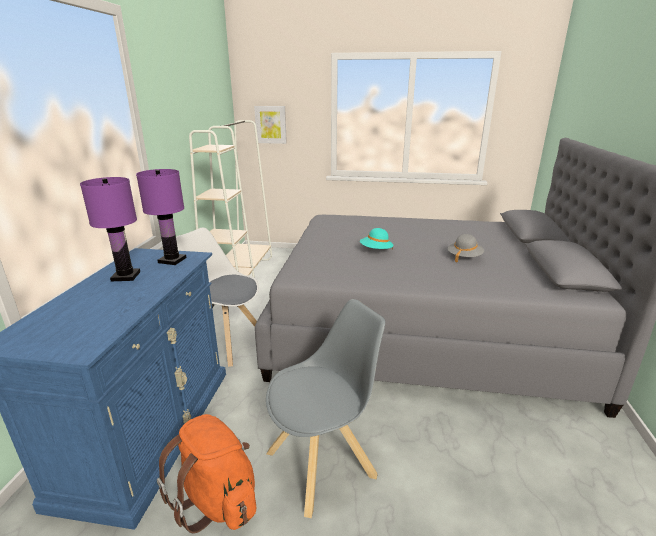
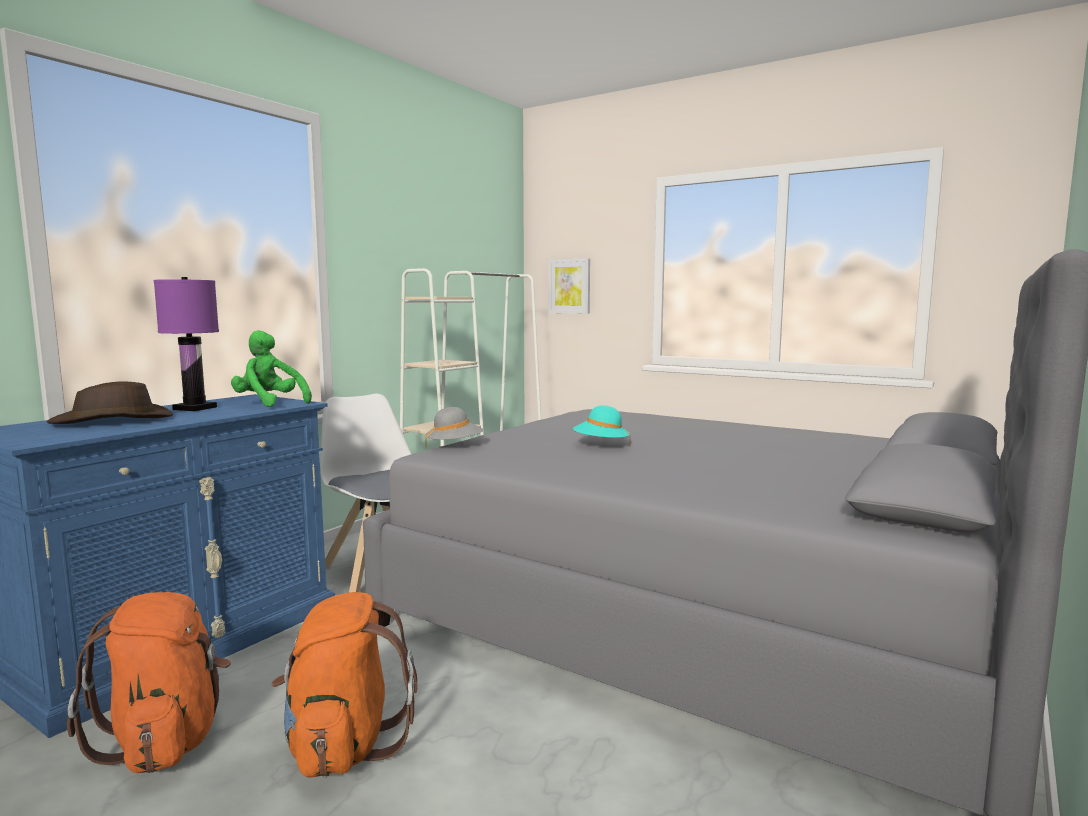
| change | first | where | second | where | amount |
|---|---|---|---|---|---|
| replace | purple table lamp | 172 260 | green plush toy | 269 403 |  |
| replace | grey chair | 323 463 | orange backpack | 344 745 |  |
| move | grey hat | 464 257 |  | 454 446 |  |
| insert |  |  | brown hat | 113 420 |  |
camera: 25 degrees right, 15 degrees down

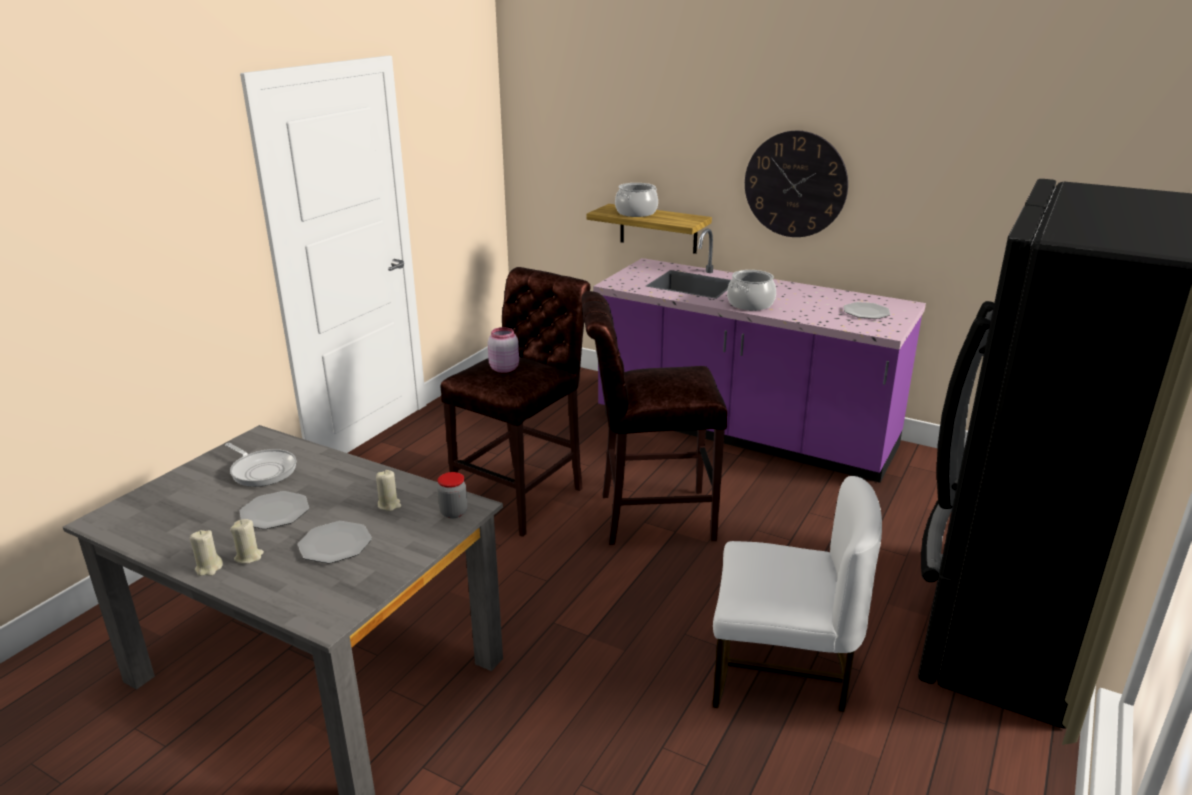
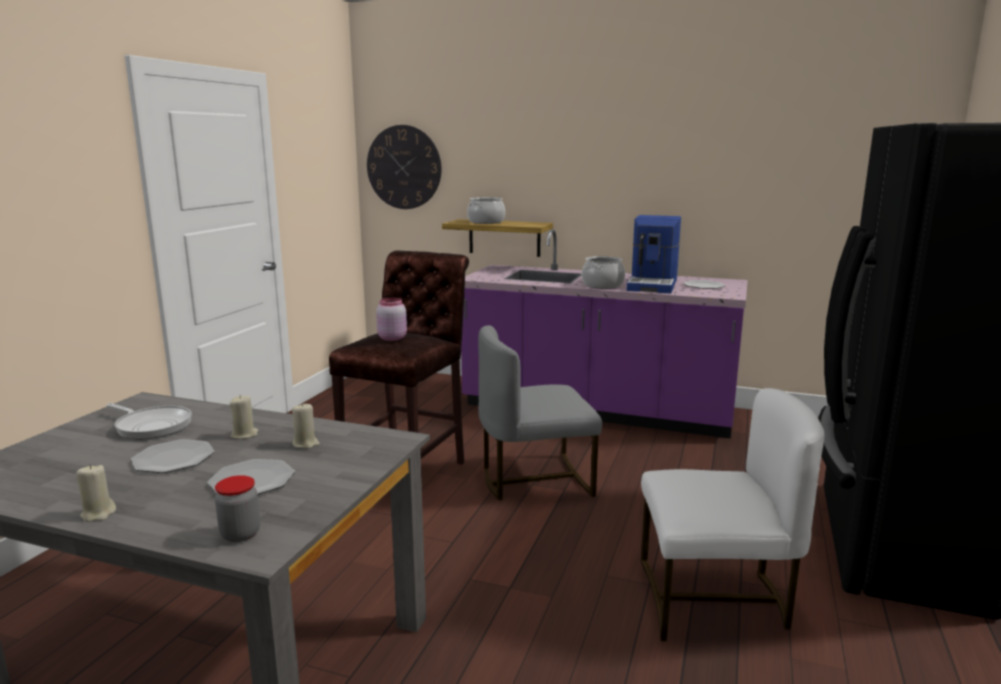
| change | first | where | second | where | amount |
|---|---|---|---|---|---|
| move | beige candle | 249 557 |  | 244 434 |  |
| move | jar | 453 512 |  | 240 534 |  |
| replace | brown stool | 648 516 | grey chair | 535 479 |  |
| move | wall clock | 795 184 |  | 404 167 |  |
| insert |  |  | coffee machine | 653 284 |  |
camera: 10 degrees left, 10 degrees down

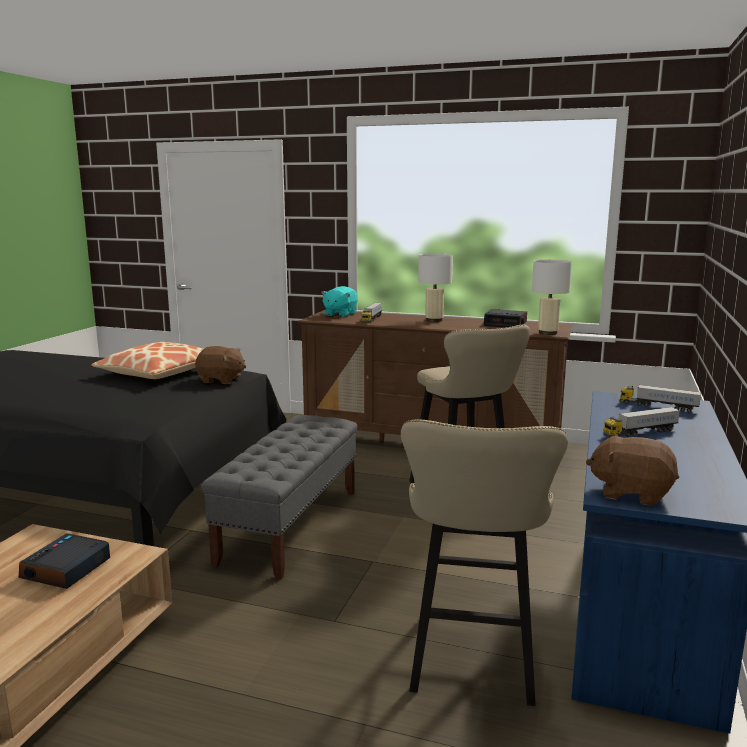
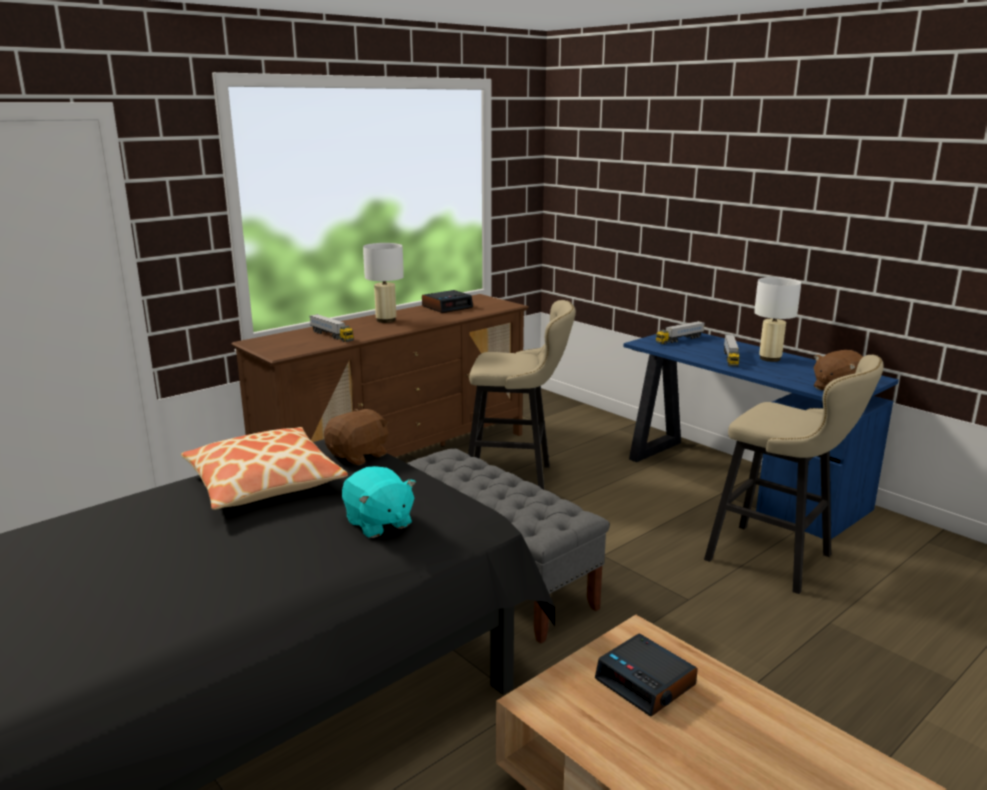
| change | first | where | second | where | amount |
|---|---|---|---|---|---|
| move | turquoise plush toy | 340 314 |  | 378 523 |  |
| move | white table lamp | 548 333 |  | 770 359 |  |
camera: 60 degrees left, 5 degrees up

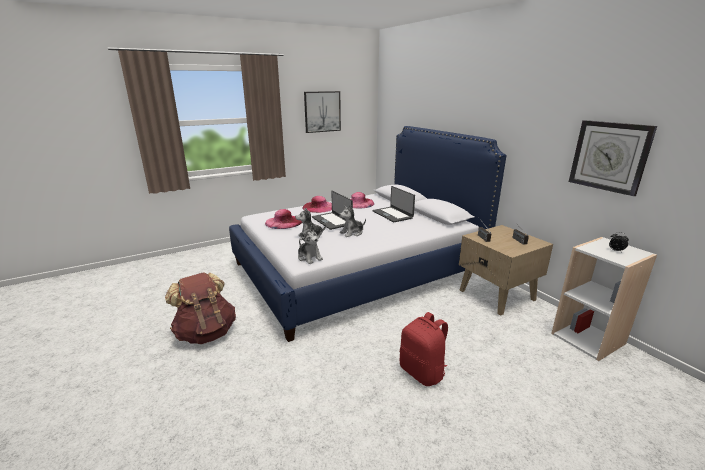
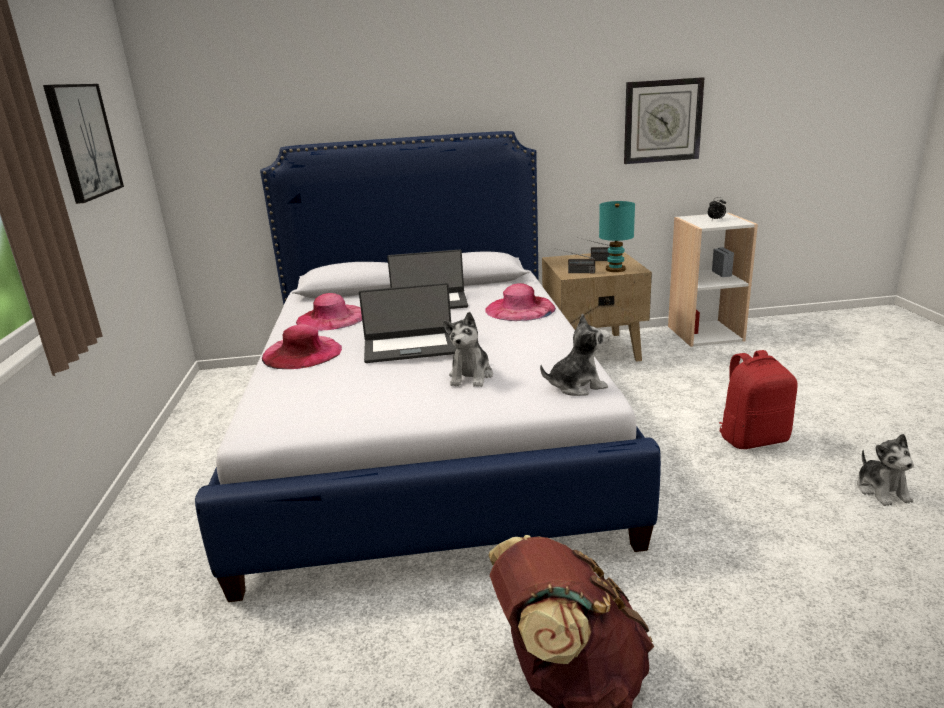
| change | first | where | second | where | amount |
|---|---|---|---|---|---|
| move | pink hat | 283 222 |  | 520 309 |  |
| move | plush toy | 352 233 |  | 881 491 |  |
| insert |  |  | turquoise table lamp | 615 269 |  |
camera: 65 degrees left, 0 degrees up

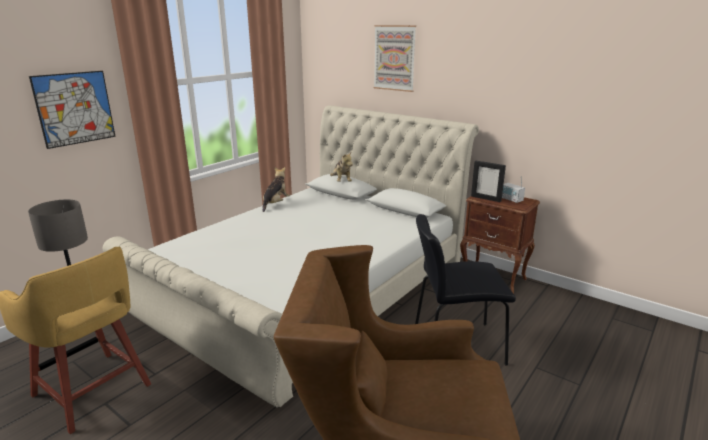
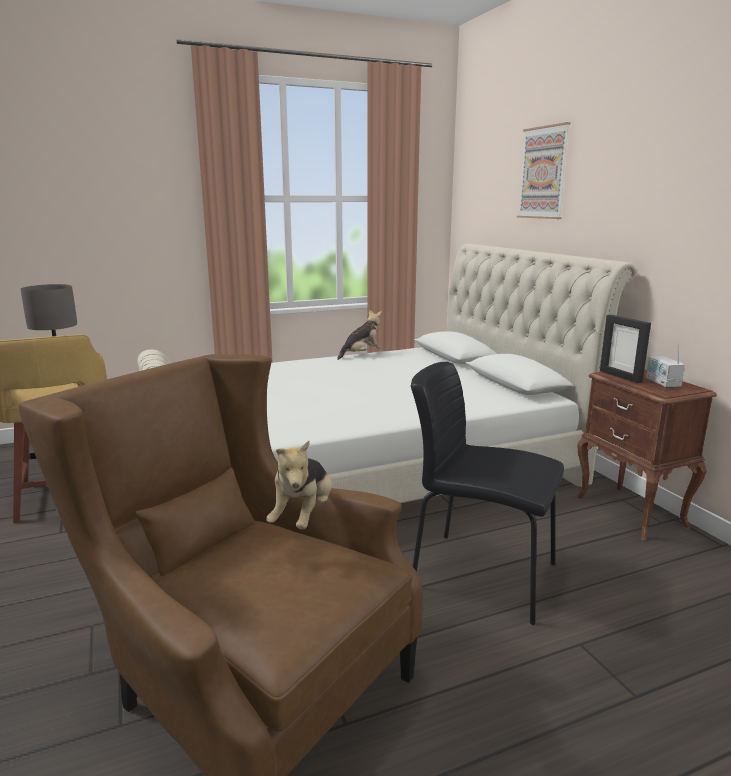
| change | first | where | second | where | amount |
|---|---|---|---|---|---|
| delete | picture | 75 108 |  |  |  |
| move | plush toy | 341 181 |  | 303 516 |  |
camera: 30 degrees right, 5 degrees down

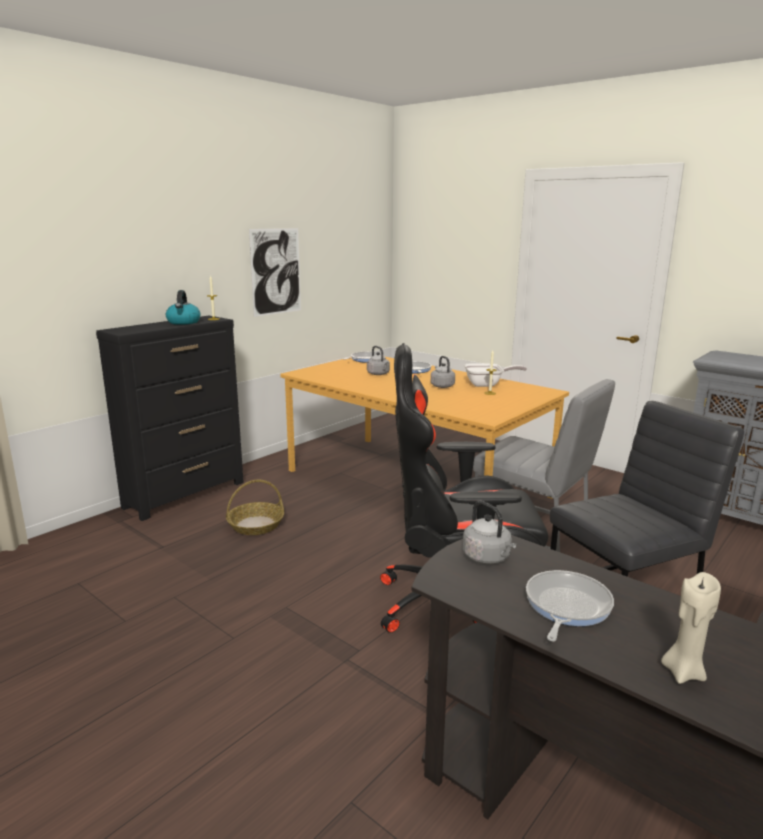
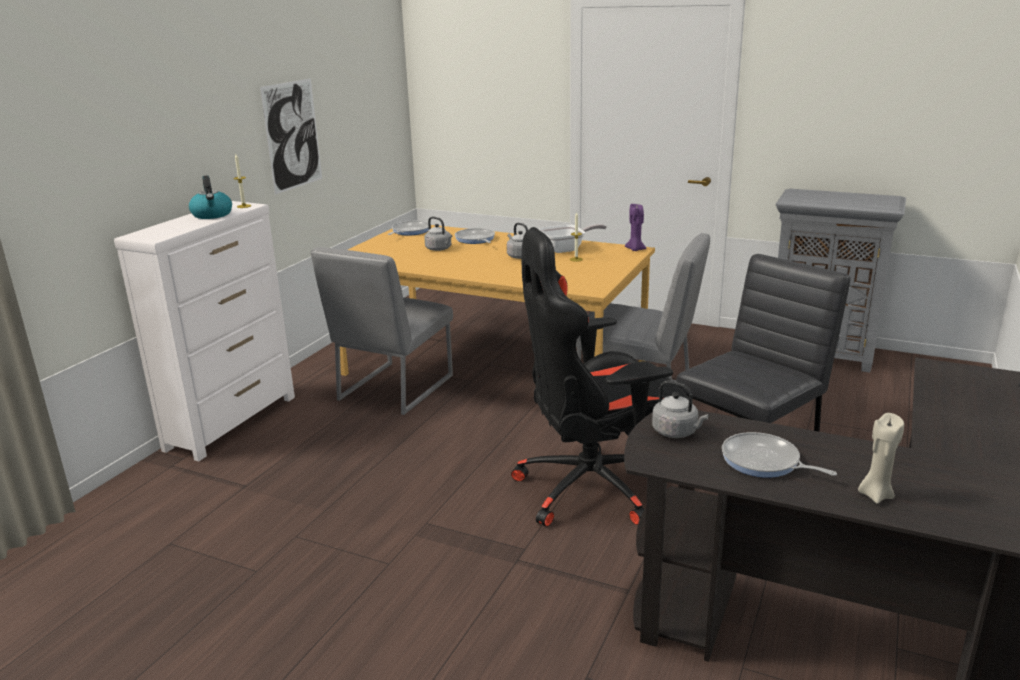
| change | first | where | second | where | amount |
|---|---|---|---|---|---|
| recolor | black dresser | 186 495 | white dresser | 233 422 |  |
| delete | basket | 255 525 |  |  |  |
| rotate | frying pan | 566 606 |  | 764 462 | 60 degrees counterclockwise |
| insert |  |  | grey chair | 393 388 |  |
| insert |  |  | purple candle | 635 249 |  |
camera: 15 degrees left, 5 degrees up

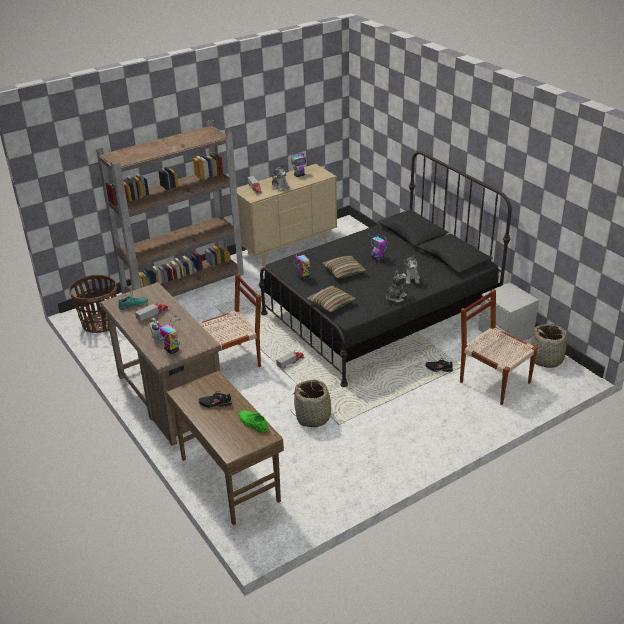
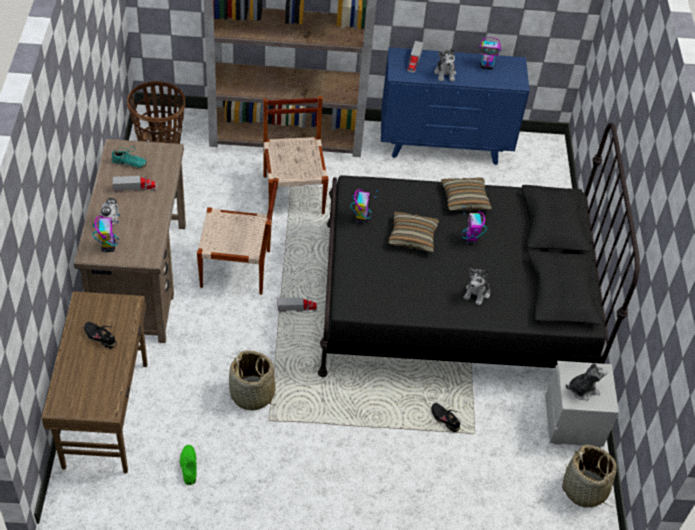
| change | first | where | second | where | amount |
|---|---|---|---|---|---|
| recolor | beige dresser | 287 248 | blue dresser | 444 145 |  |
| move | green shoe | 252 423 |  | 188 466 |  |
| move | pillow | 331 304 |  | 465 199 |  |
| move | plush toy | 395 297 |  | 582 389 |  |
| move | chair | 493 381 |  | 293 193 |  |
camera: 30 degrees right, 15 degrees up

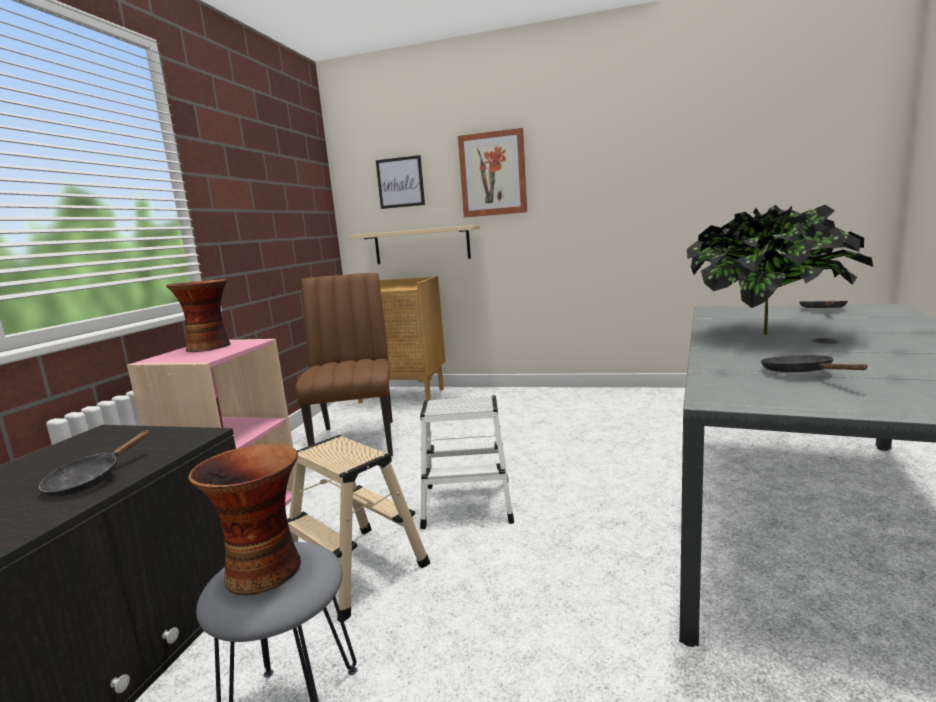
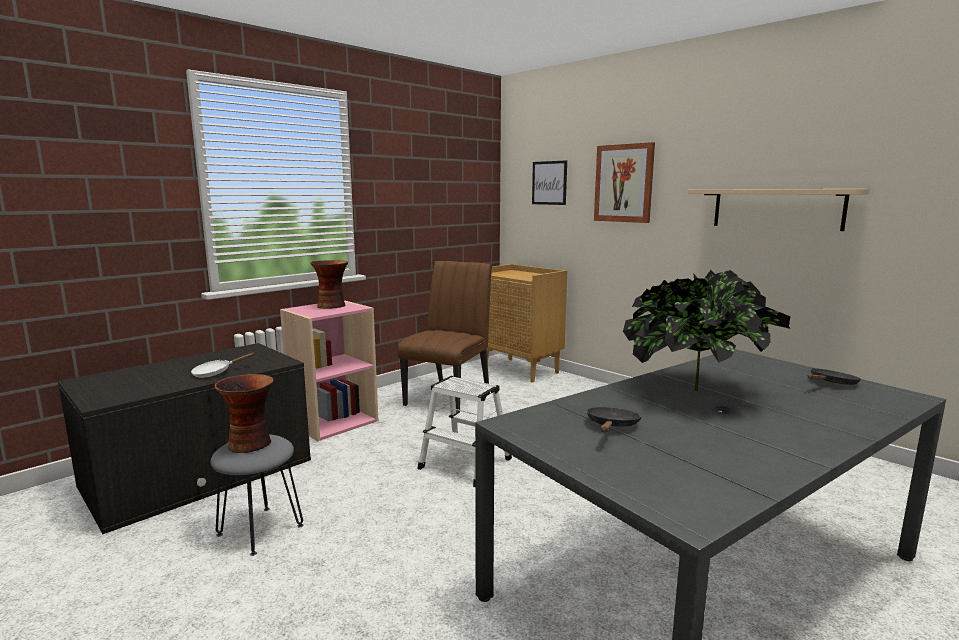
| change | first | where | second | where | amount |
|---|---|---|---|---|---|
| recolor | black frying pan | 90 480 | white frying pan | 216 373 |  |
| delete | beige step ladder | 356 569 |  |  |  |
| move | beige shelf | 421 245 |  | 776 208 |  |
camera: 30 degrees right, 0 degrees up

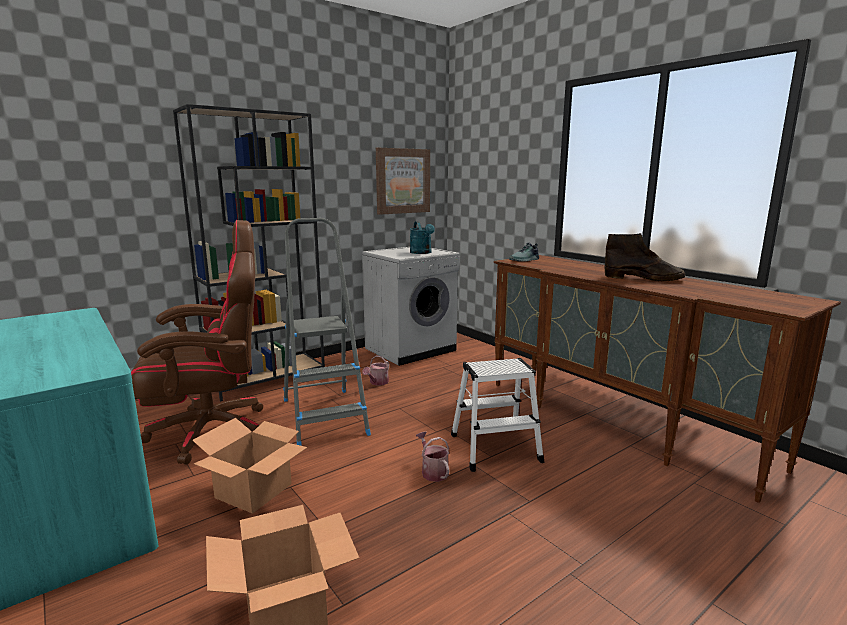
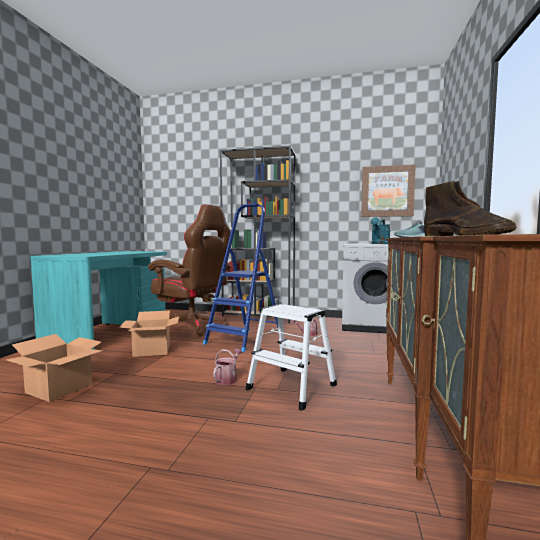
| change | first | where | second | where | amount |
|---|---|---|---|---|---|
| recolor | grey step ladder | 324 416 | blue step ladder | 244 337 |  |
camera: 50 degrees right, 10 degrees down

